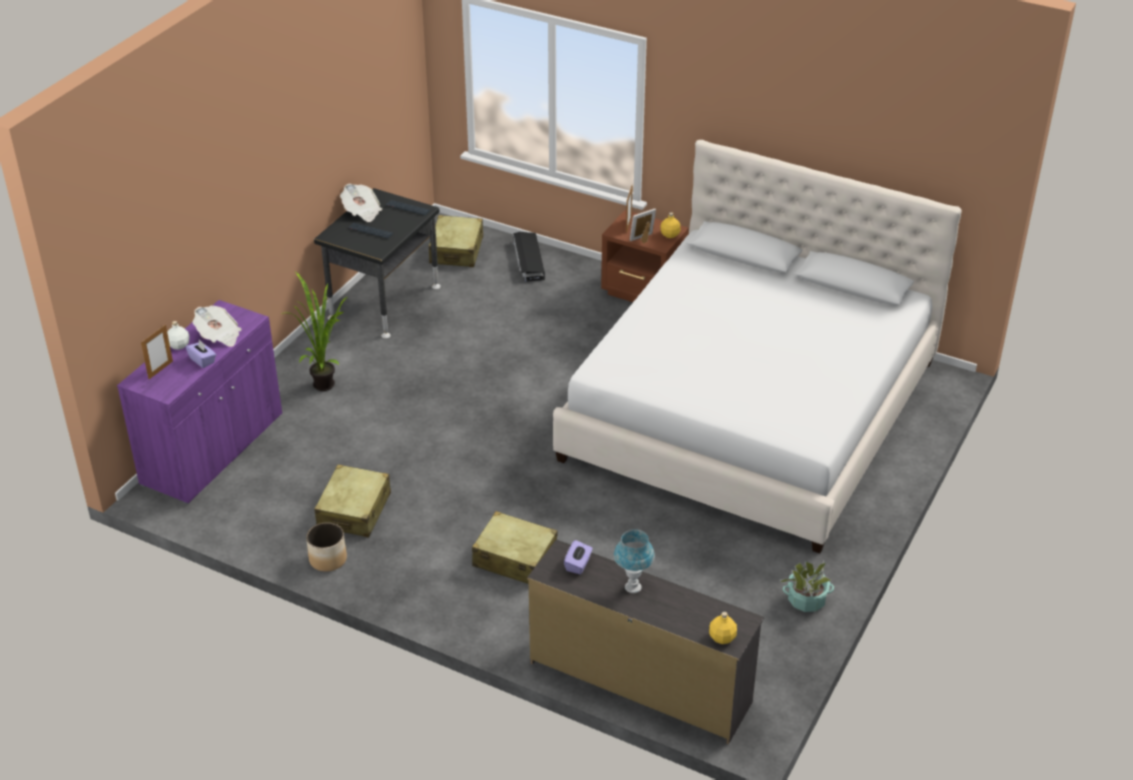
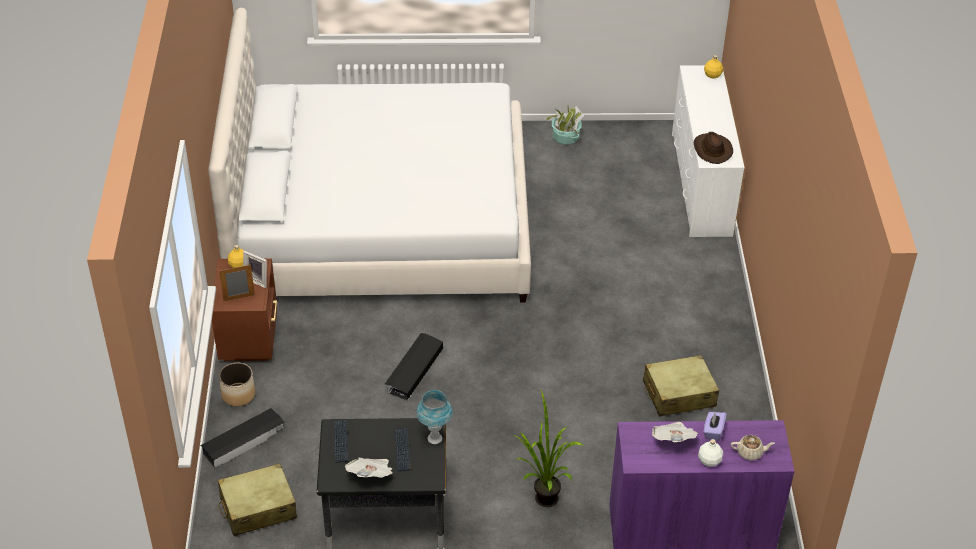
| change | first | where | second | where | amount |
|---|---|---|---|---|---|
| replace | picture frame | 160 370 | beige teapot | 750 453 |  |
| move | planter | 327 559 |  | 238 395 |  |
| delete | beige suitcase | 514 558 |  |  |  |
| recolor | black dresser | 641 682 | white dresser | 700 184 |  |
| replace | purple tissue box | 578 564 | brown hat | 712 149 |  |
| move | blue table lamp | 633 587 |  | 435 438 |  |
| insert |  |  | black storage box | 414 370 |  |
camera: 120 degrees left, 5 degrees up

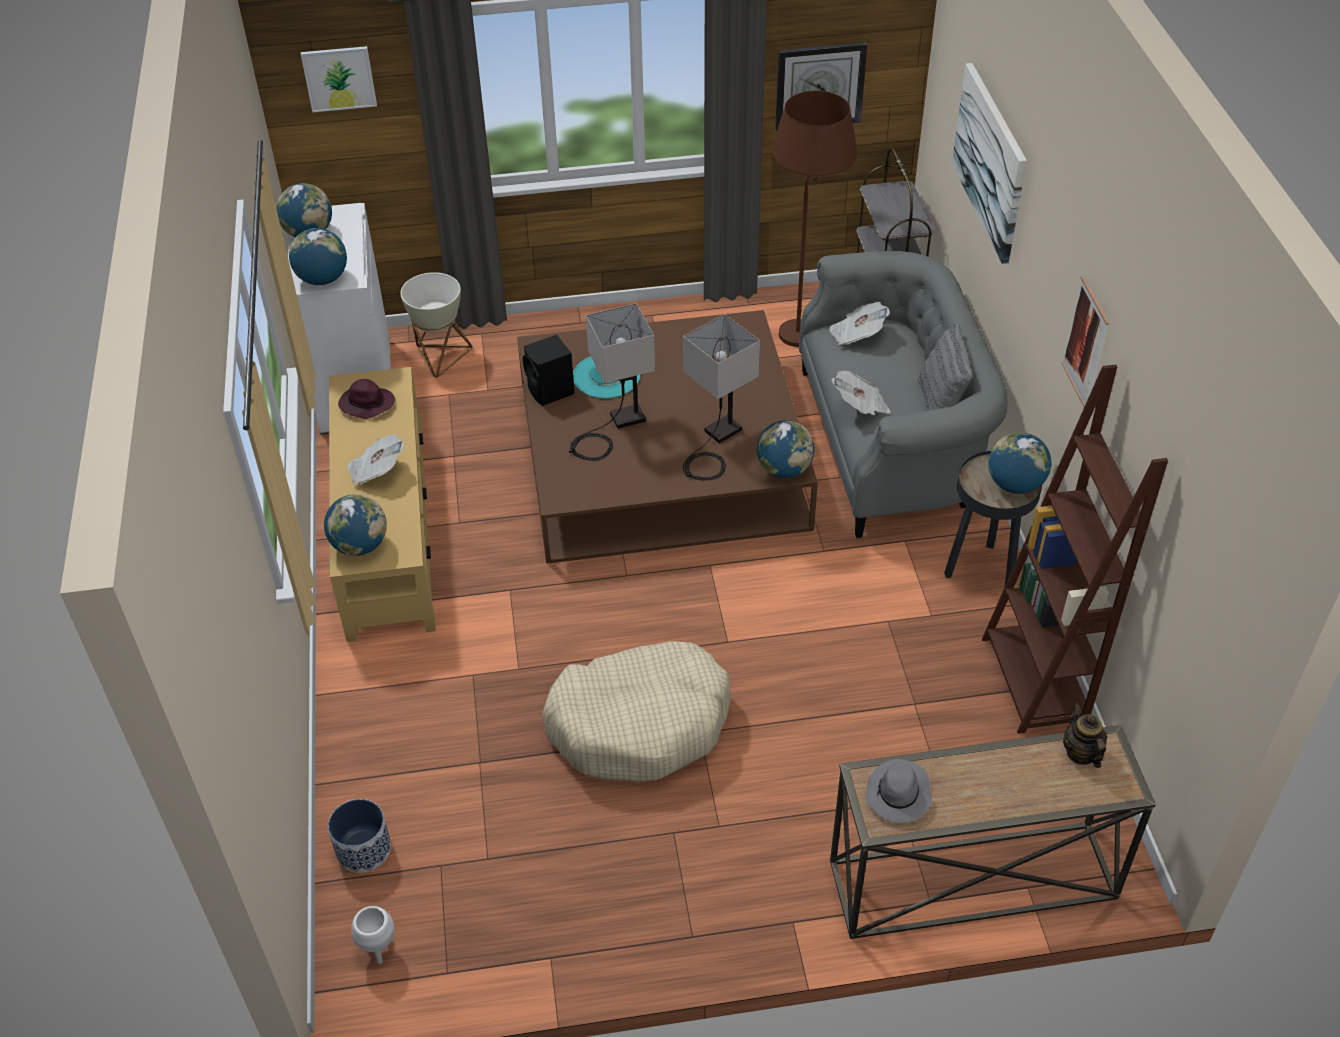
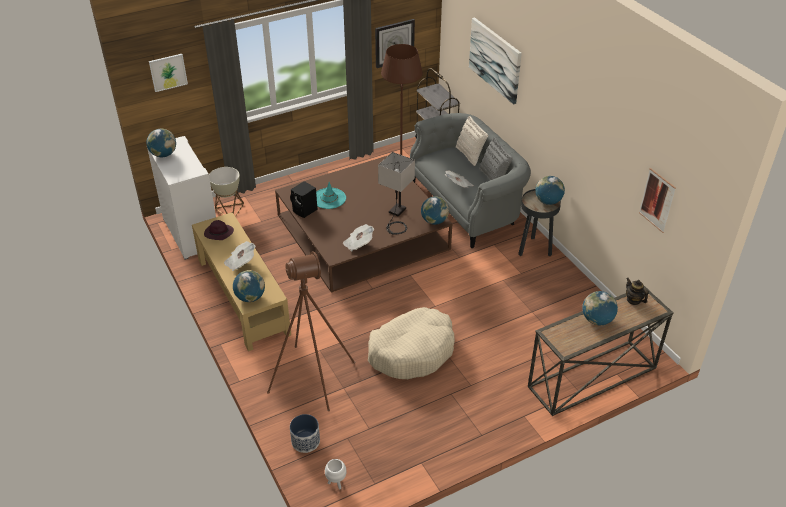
| change | first | where | second | where | amount |
|---|---|---|---|---|---|
| move | globe | 322 279 |  | 597 320 |  |
| delete | table lamp | 611 429 |  |  |  |
| move | newspaper | 857 335 |  | 358 244 |  |
| delete | grey hat | 898 795 |  |  |  |
| delete | brown bookcase | 1034 680 |  |  |  |
| move | picture | 1085 343 |  | 657 200 |  |
| insert |  |  | brown floor lamp | 312 377 |  |
| insert |  |  | beige pillow | 470 155 |  |
camera: 20 degrees left, 5 degrees down

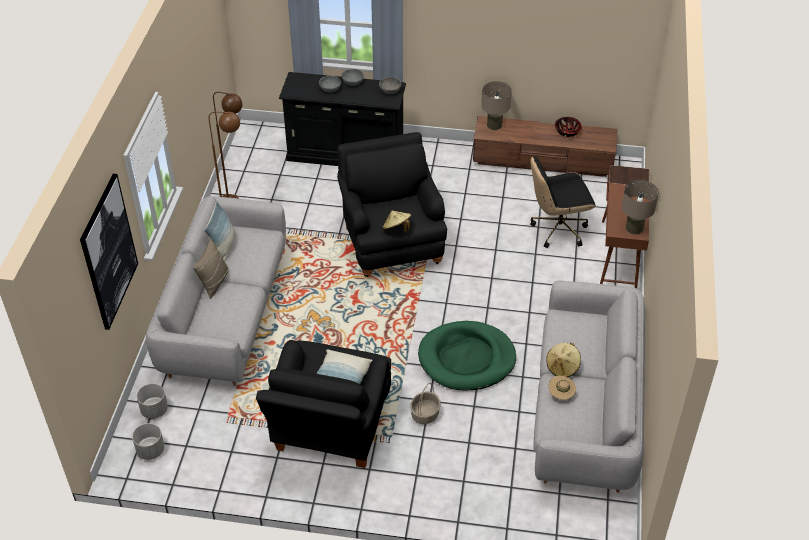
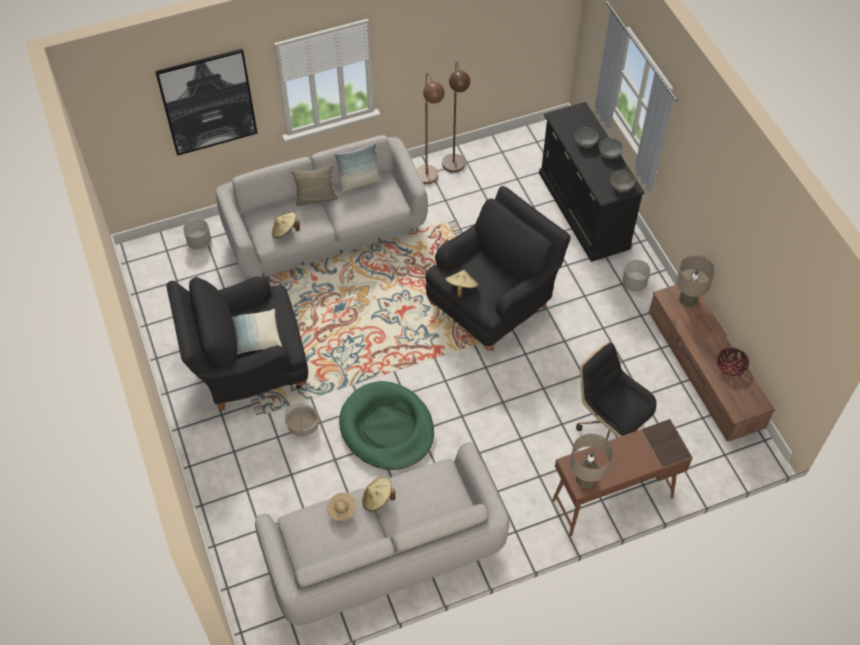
| change | first | where | second | where | amount |
|---|---|---|---|---|---|
| move | grey planter | 150 450 |  | 634 283 |  |
| insert |  |  | beige hat | 285 231 |  |
camera: 60 degrees right, 10 degrees up

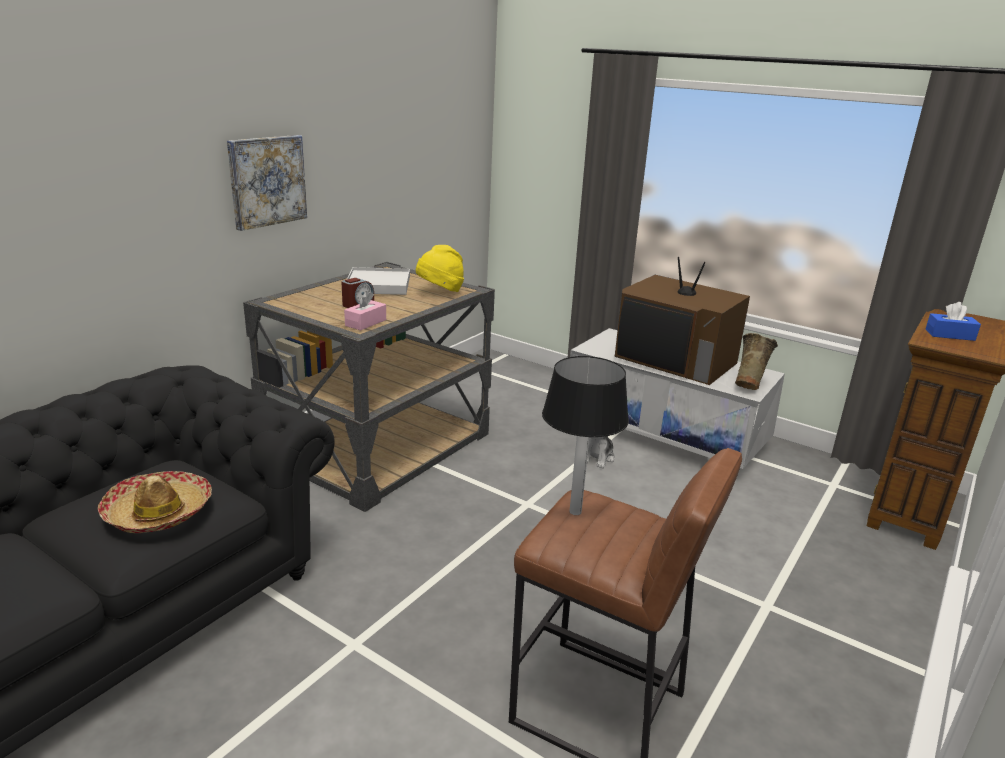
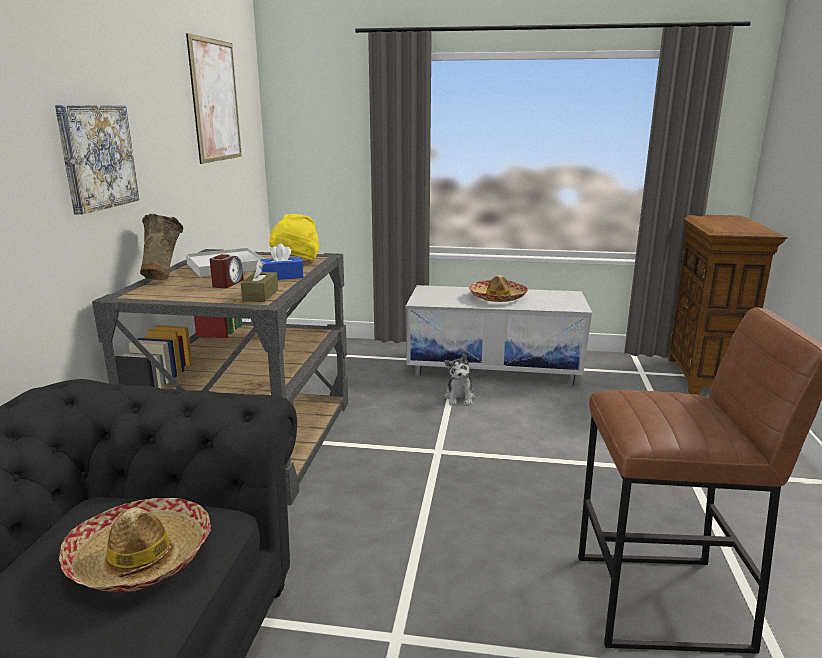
| change | first | where | second | where | amount |
|---|---|---|---|---|---|
| recolor | pink tissue box | 365 323 | brown tissue box | 260 295 |  |
| delete | table lamp | 576 511 |  |  |  |
| replace | television | 675 360 | hat | 498 297 |  |
| move | beige vase | 749 385 |  | 164 277 |  |
| move | blue tissue box | 950 335 |  | 282 276 |  |
| insert |  |  | picture | 215 101 |  |
camera: 25 degrees left, 5 degrees down

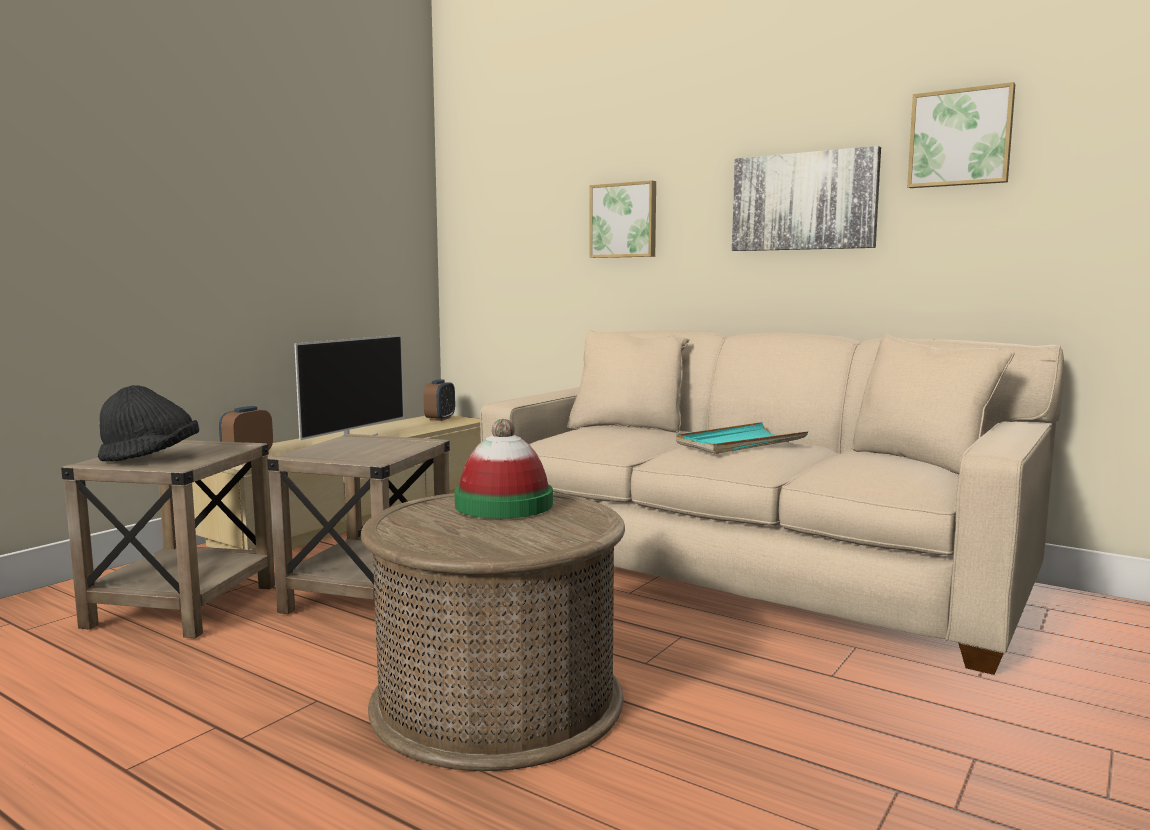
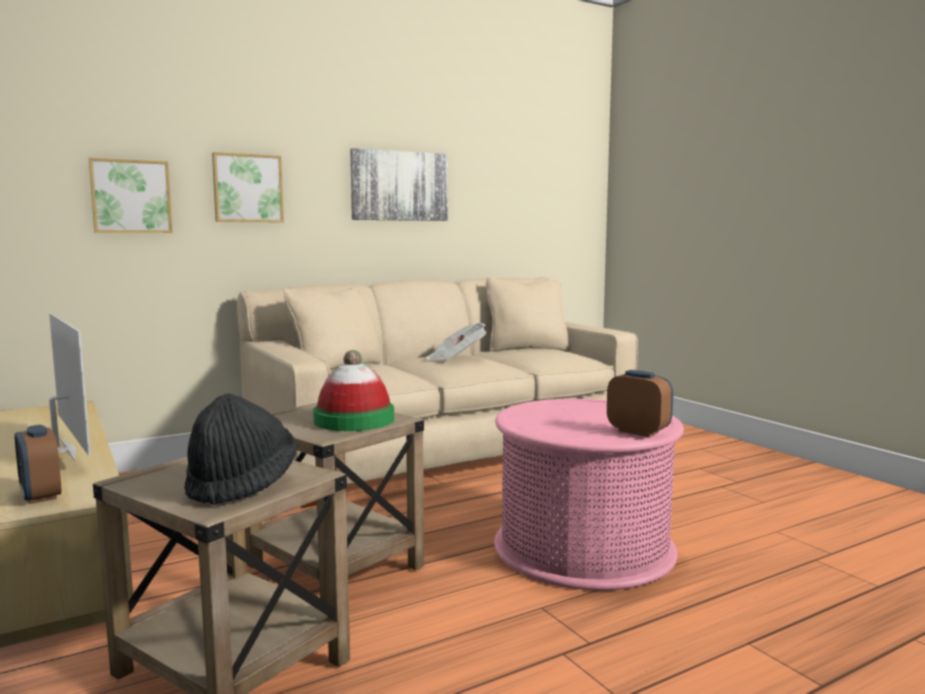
| change | first | where | second | where | amount |
|---|---|---|---|---|---|
| recolor | brown coffee table | 497 700 | pink coffee table | 583 547 |  |
| move | alarm clock | 440 419 |  | 638 431 |  |
| move | hat | 504 505 |  | 354 420 |  |
| replace | turquoise tray | 740 443 | newspaper | 456 358 |  |
| move | picture | 960 138 |  | 131 196 |  |
camera: 65 degrees left, 0 degrees up

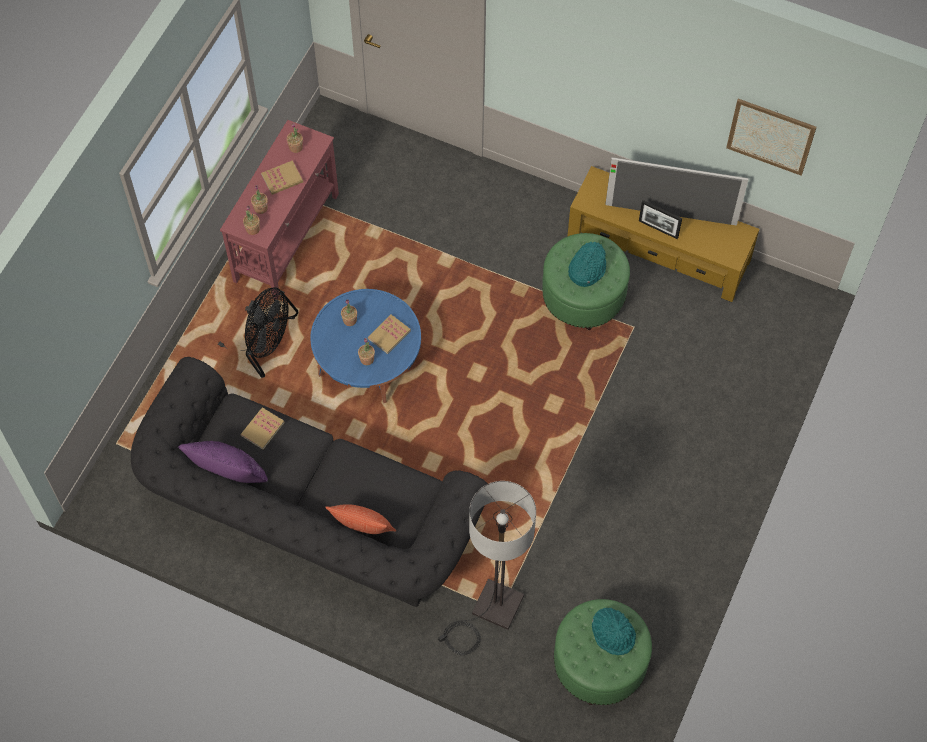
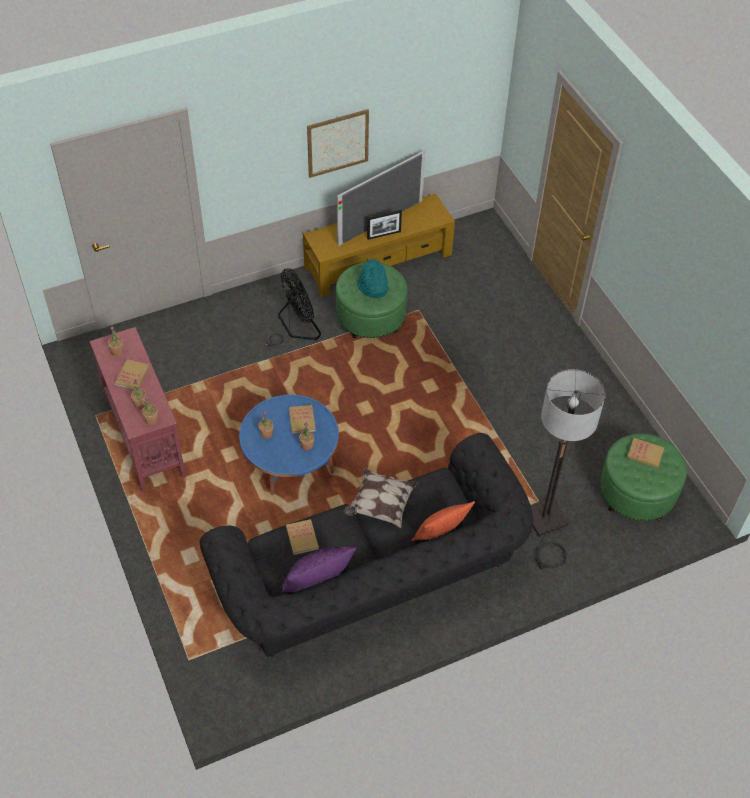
| change | first | where | second | where | amount |
|---|---|---|---|---|---|
| move | black fan | 263 344 |  | 293 325 |  |
| replace | turquoise hat | 613 633 | book | 645 454 |  |
| move | picture | 771 135 |  | 337 142 |  |
| insert |  |  | pillow | 380 505 |  |
camera: 50 degrees left, 10 degrees down

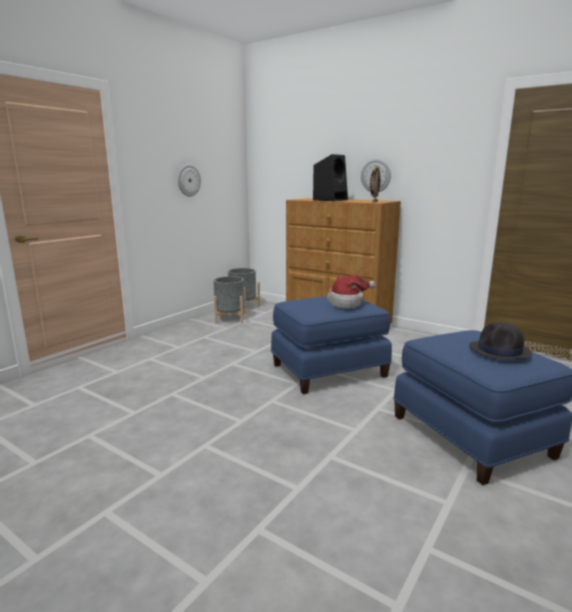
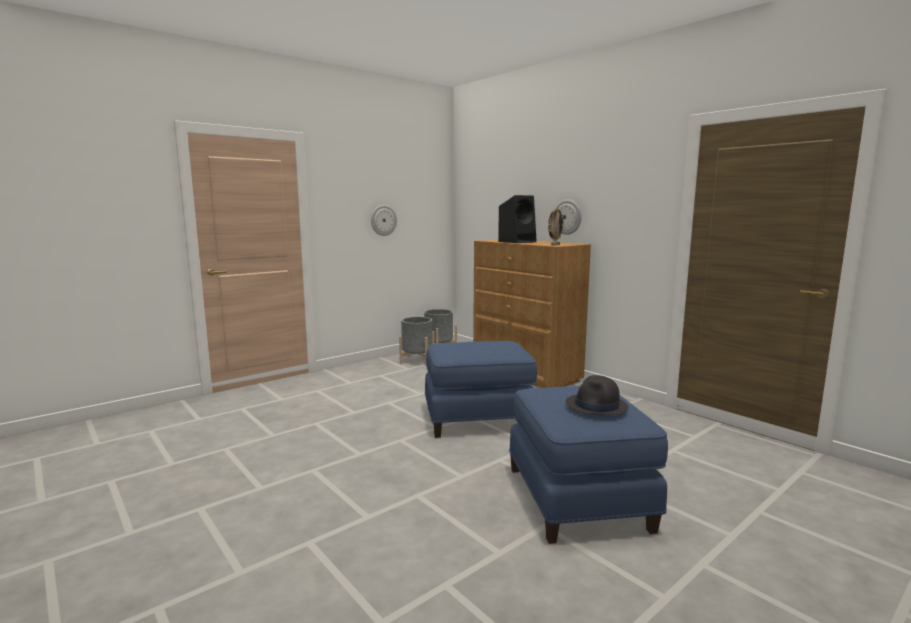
| change | first | where | second | where | amount |
|---|---|---|---|---|---|
| delete | hat | 348 302 |  |  |  |
camera: 15 degrees right, 5 degrees down

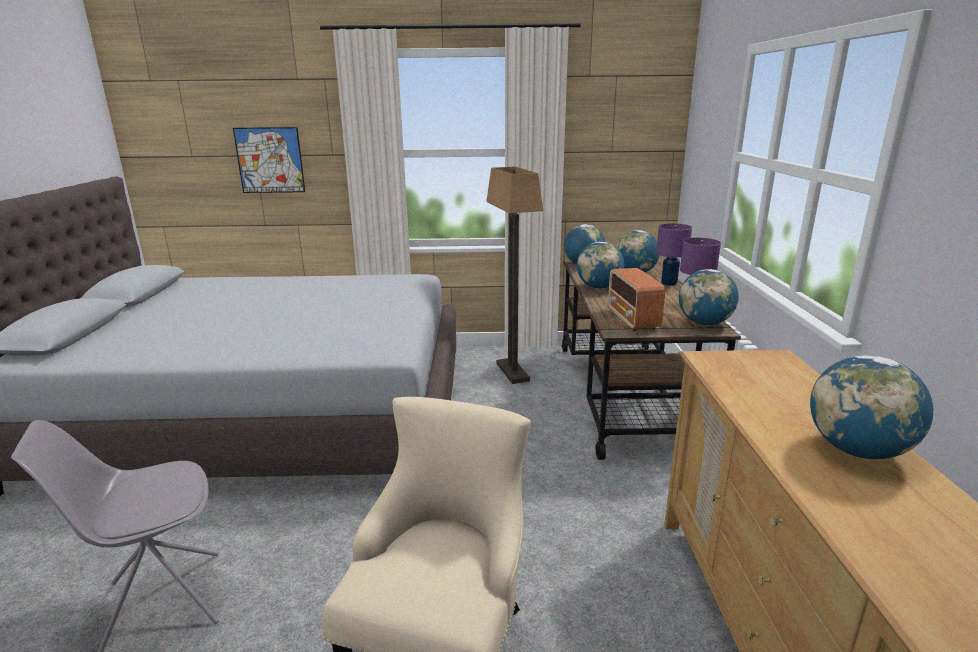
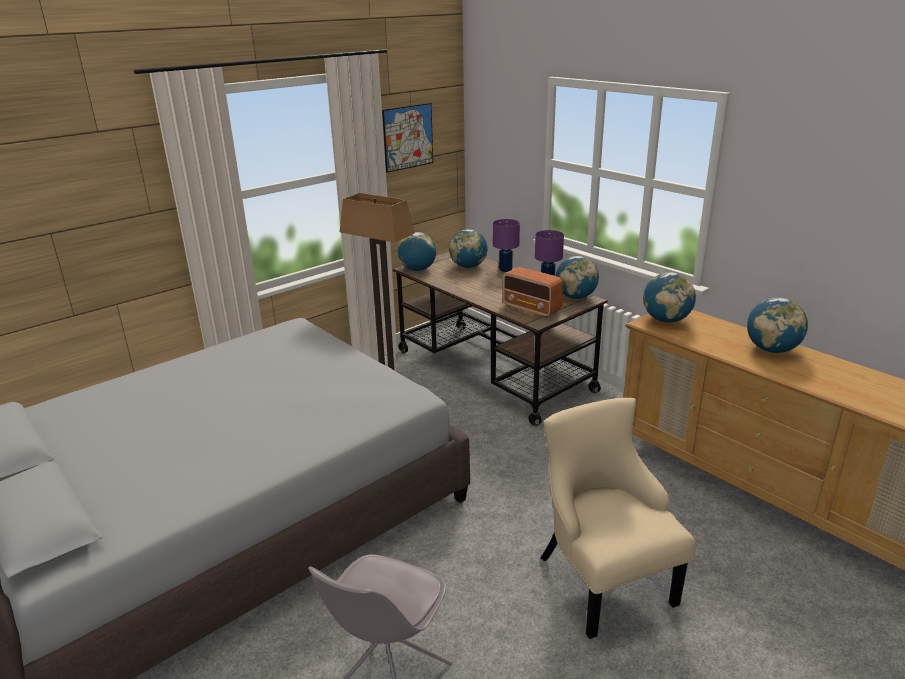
| change | first | where | second | where | amount |
|---|---|---|---|---|---|
| move | picture | 270 160 |  | 408 137 |  |
| move | globe | 599 287 |  | 666 320 |  |
camera: 40 degrees left, 5 degrees up

